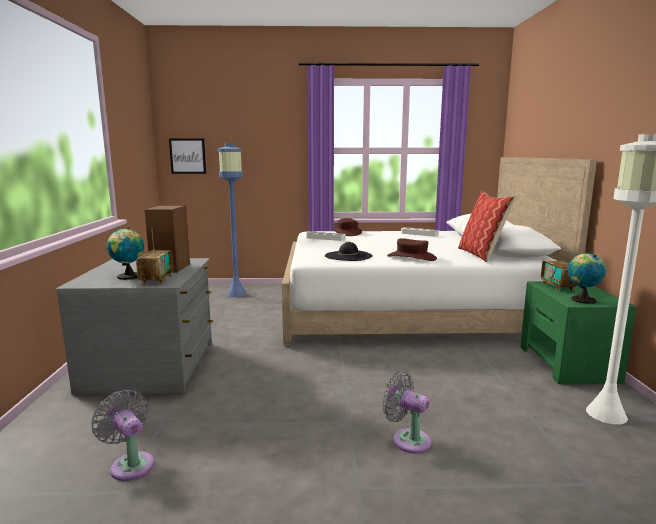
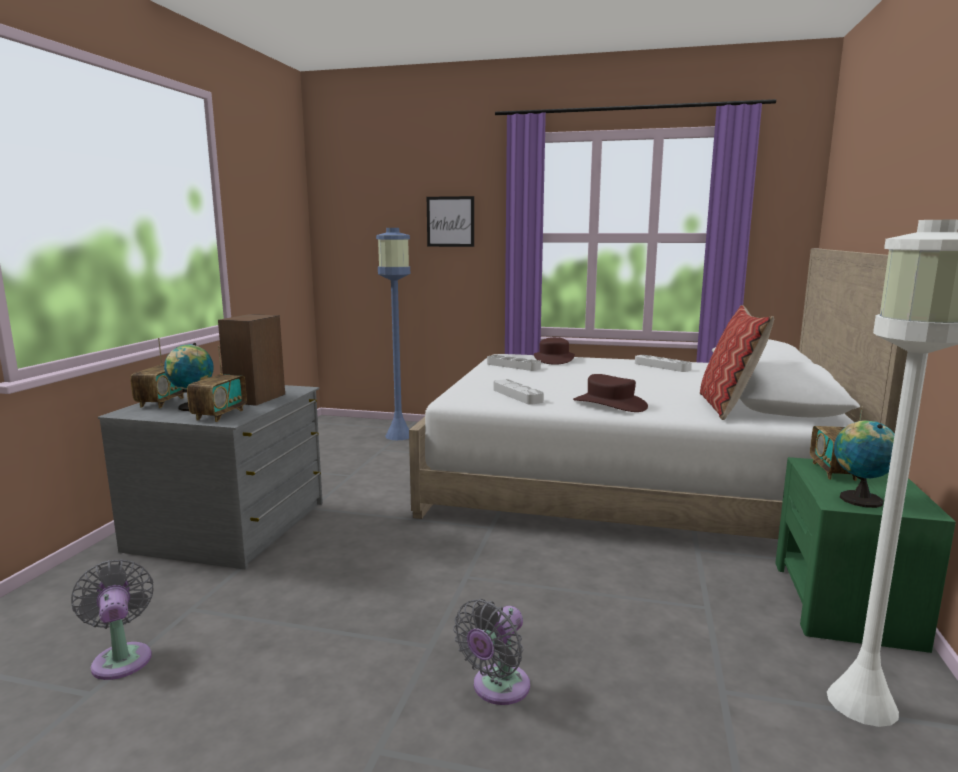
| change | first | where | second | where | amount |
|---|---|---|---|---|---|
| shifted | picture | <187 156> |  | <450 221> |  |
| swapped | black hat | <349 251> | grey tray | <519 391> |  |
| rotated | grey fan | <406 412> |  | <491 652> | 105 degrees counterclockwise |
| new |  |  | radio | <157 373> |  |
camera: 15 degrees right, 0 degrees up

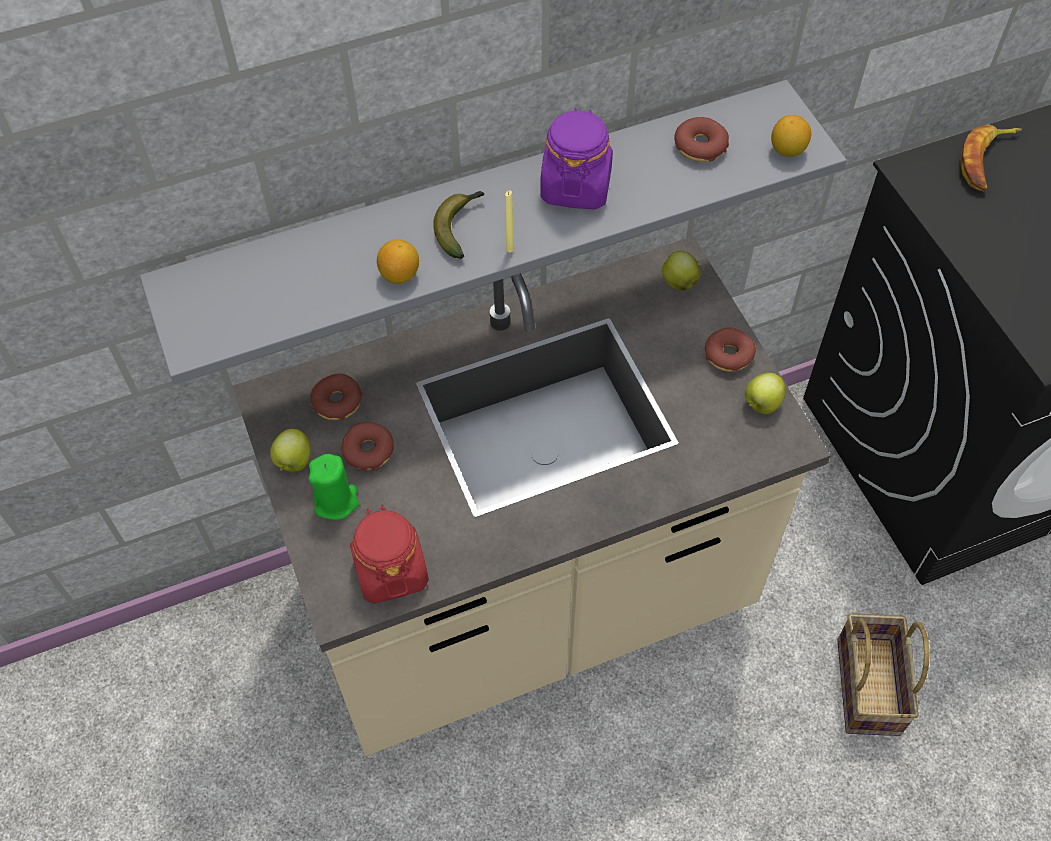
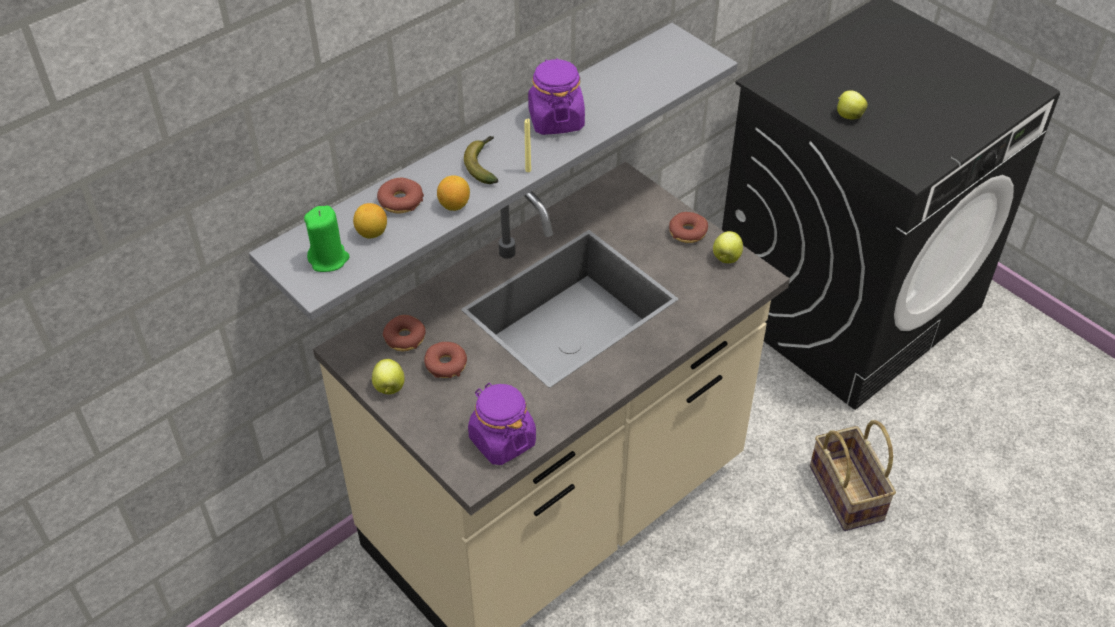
| change | first | where | second | where | amount |
|---|---|---|---|---|---|
| shifted | green candle | <334 487> |  | <326 238> |  |
| repainted | red jar | <389 554> | purple jar | <502 424> |  |
| shifted | apple | <681 270> |  | <852 104> |  |
| shifted | donut | <701 139> |  | <400 195> |  |
| shifted | lemon | <791 136> |  | <370 220> |  |
| gone | banana | <991 157> |  |  |  |
camera: 20 degrees left, 10 degrees down

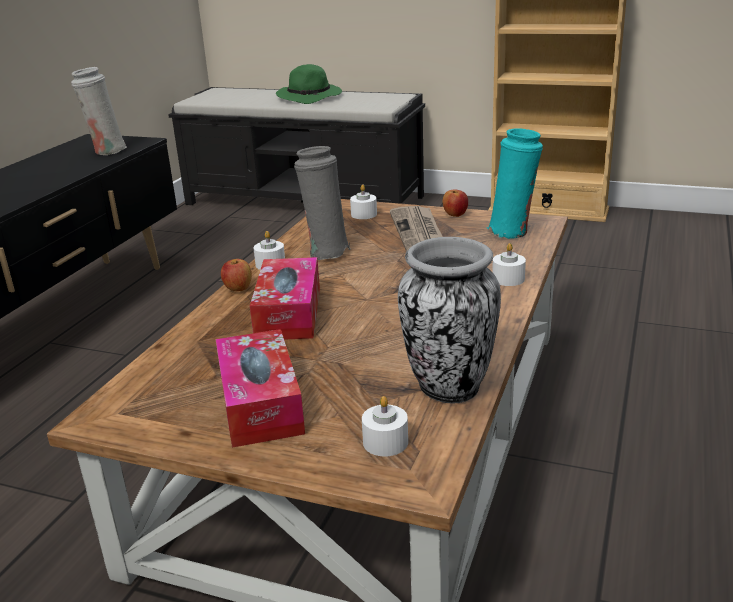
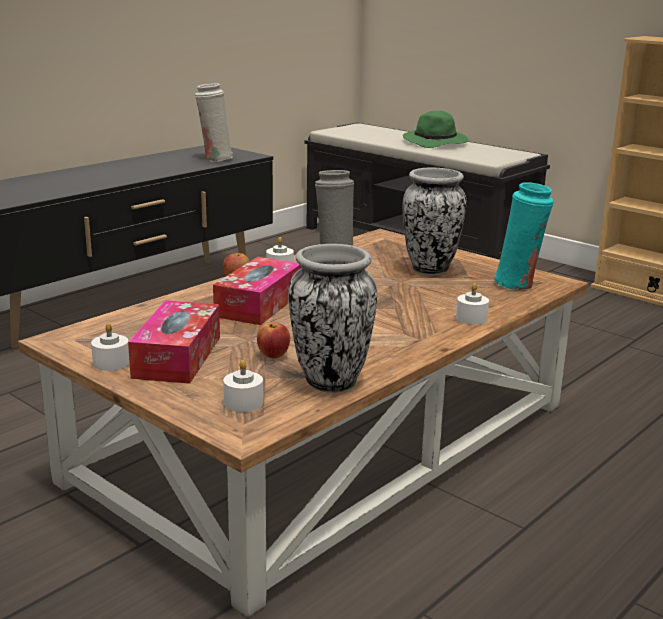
| change | first | where | second | where | amount |
|---|---|---|---|---|---|
| shifted | white candle | <363 201> |  | <110 347> |  |
| swapped | newspaper | <416 229> | vase | <435 221> |  |
| shifted | apple | <455 203> |  | <273 340> |  |
camera: 20 degrees right, 5 degrees down

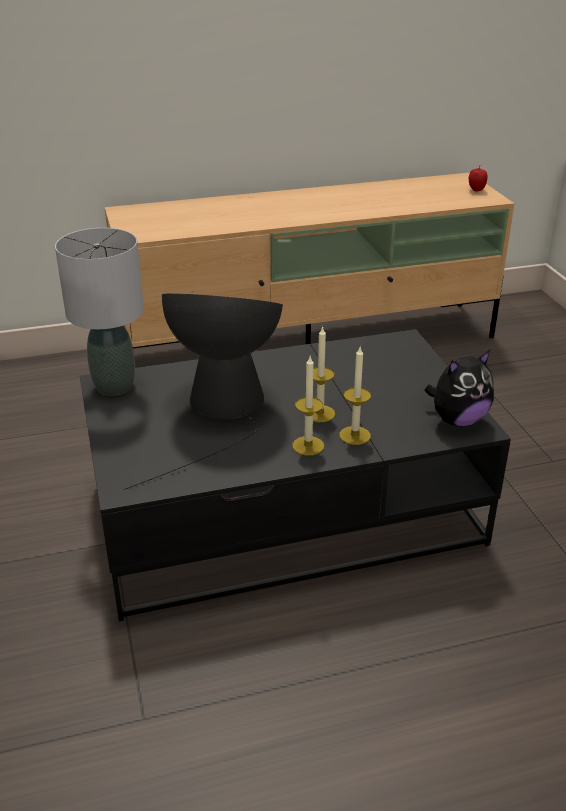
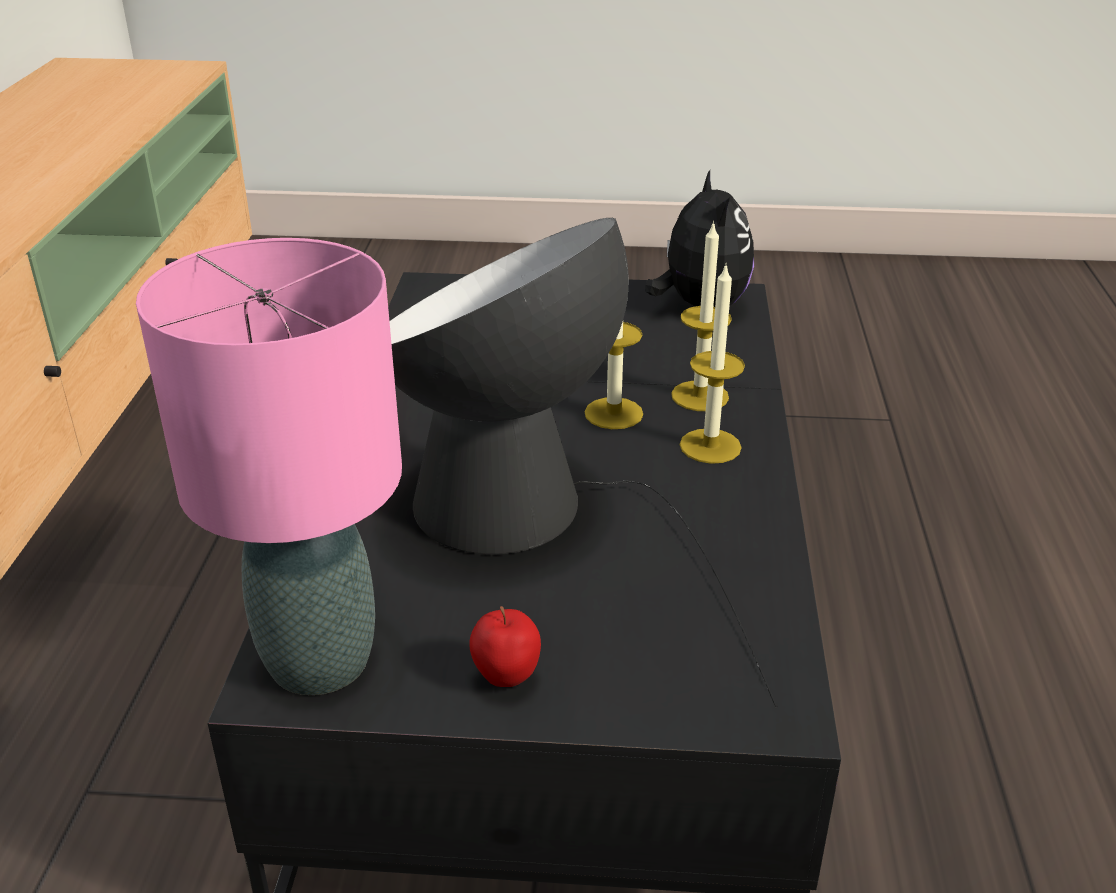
| change | first | where | second | where | amount |
|---|---|---|---|---|---|
| repainted | grey table lamp | <99 312> | pink table lamp | <269 466> |  |
| shifted | apple | <478 178> |  | <505 646> |  |
camera: 70 degrees left, 0 degrees up

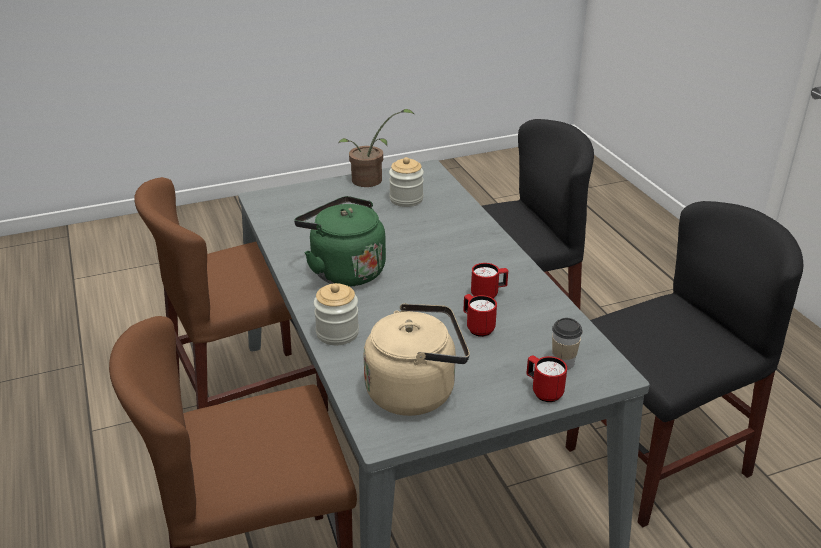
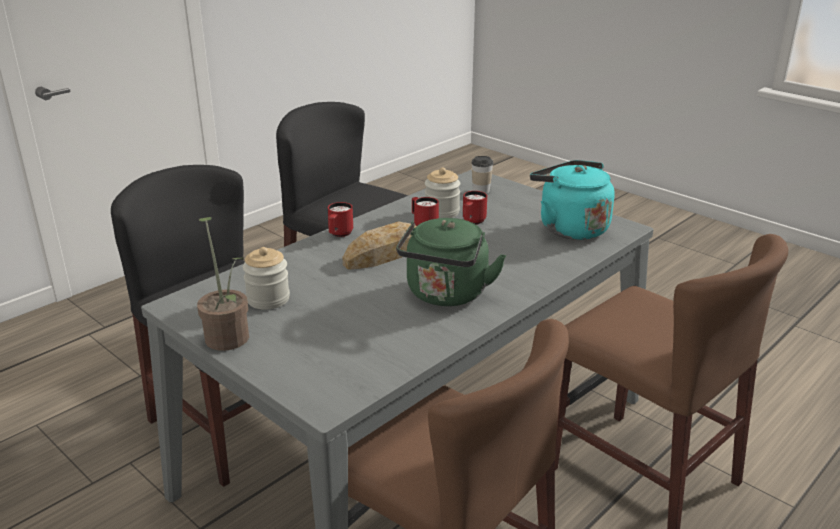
| change | first | where | second | where | amount |
|---|---|---|---|---|---|
| shifted | jar | <336 314> |  | <442 192> |  |
| repainted | beige kettle | <417 359> | turquoise kettle | <572 200> |  |
| shifted | red mug | <546 378> |  | <340 219> |  |
| new |  |  | bread | <379 246> |  |
camera: 115 degrees left, 5 degrees down

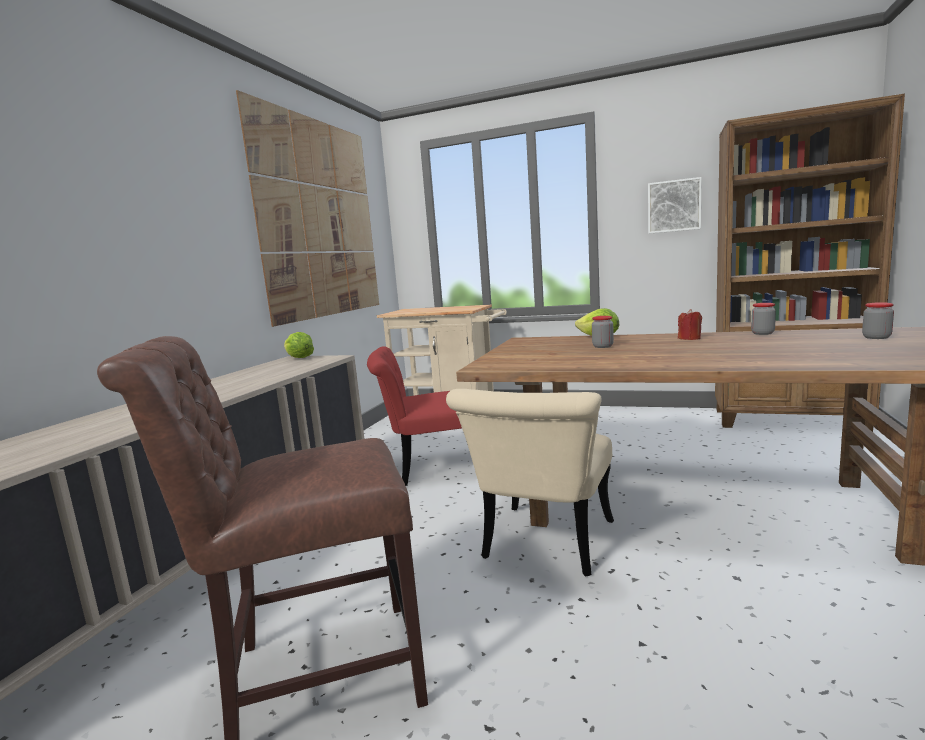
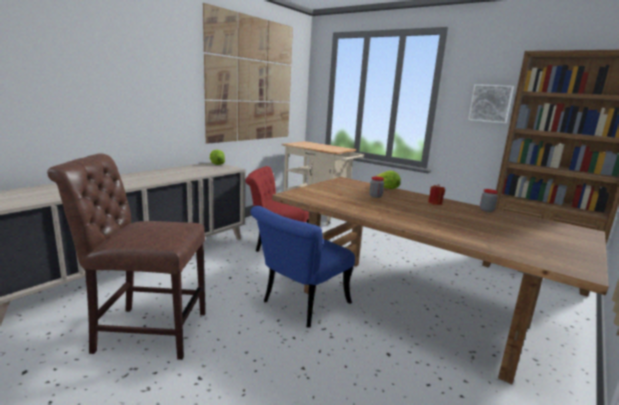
| change | first | where | second | where | amount |
|---|---|---|---|---|---|
| repainted | beige chair | <530 483> | blue chair | <303 267> |  |
| gone | jar | <878 320> |  |  |  |
camera: 15 degrees right, 5 degrees up

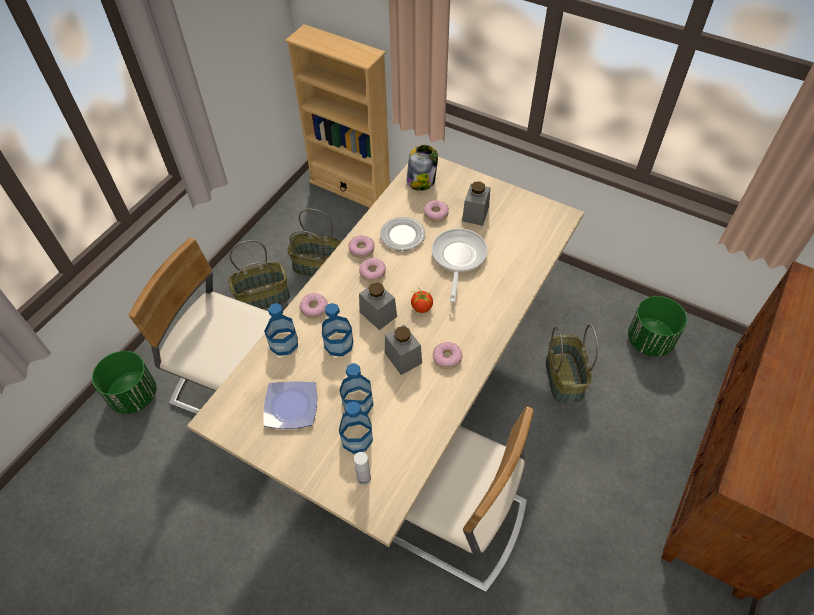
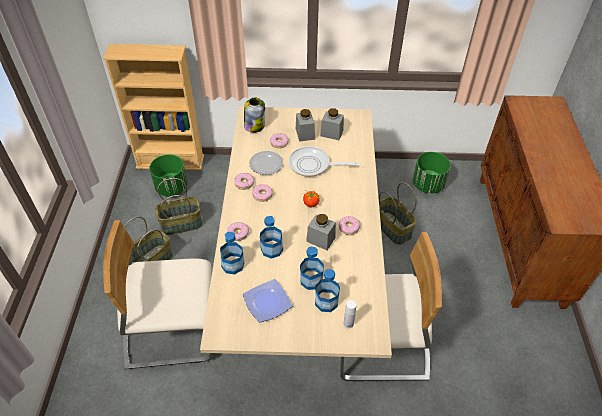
| change | first | where | second | where | amount |
|---|---|---|---|---|---|
| shifted | green planter | <124 382> |  | <168 175> |  |
| shifted | grey jar | <378 306> |  | <332 124> |  |
| rotated | frying pan | <459 265> |  | <325 161> | 60 degrees counterclockwise |
camera: 30 degrees left, 5 degrees down

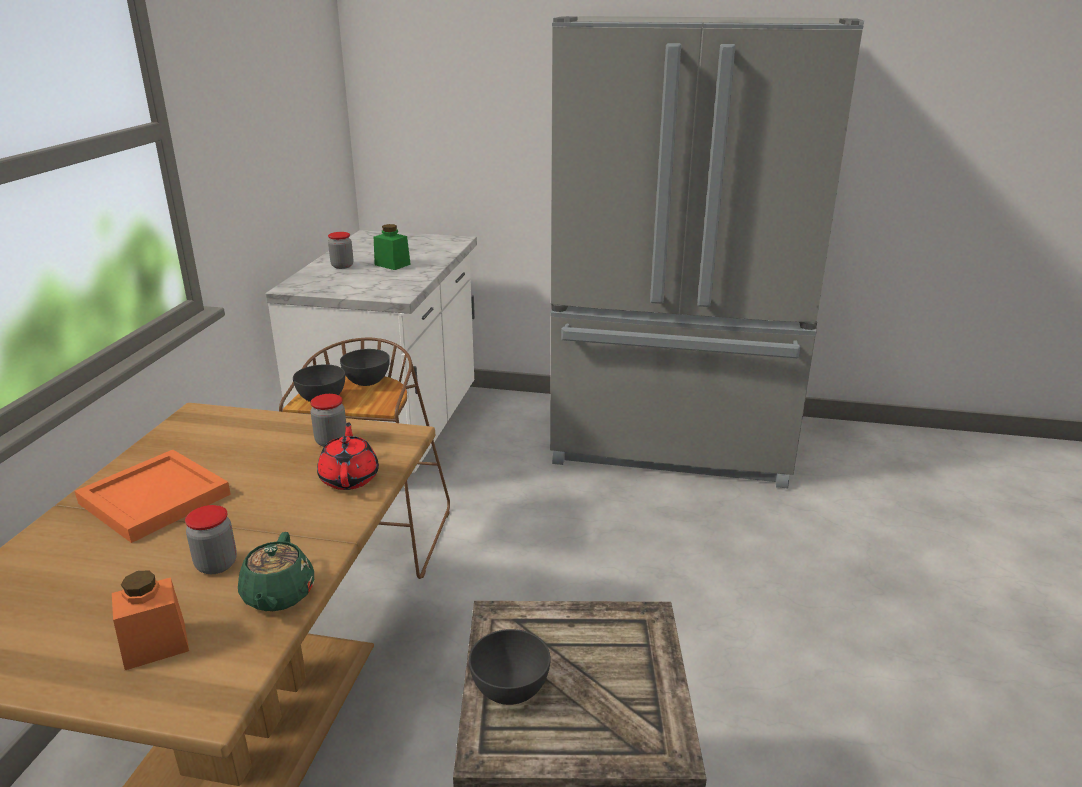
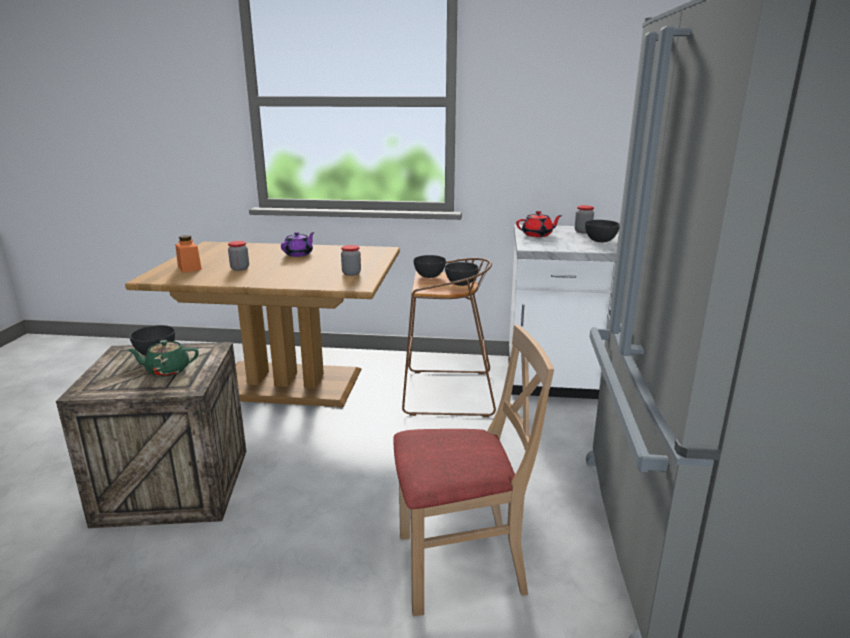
| change | first | where | second | where | amount |
|---|---|---|---|---|---|
| swapped | orange tray | <153 496> | purple teapot | <298 244> |  |
| shifted | green teapot | <276 571> |  | <163 358> |  |
| shifted | red teapot | <348 456> |  | <539 224> |  |
| swapped | green jar | <392 247> | grey bowl | <602 231> |  |
| new |  |  | beige chair | <473 470> |  |
camera: 85 degrees right, 5 degrees down

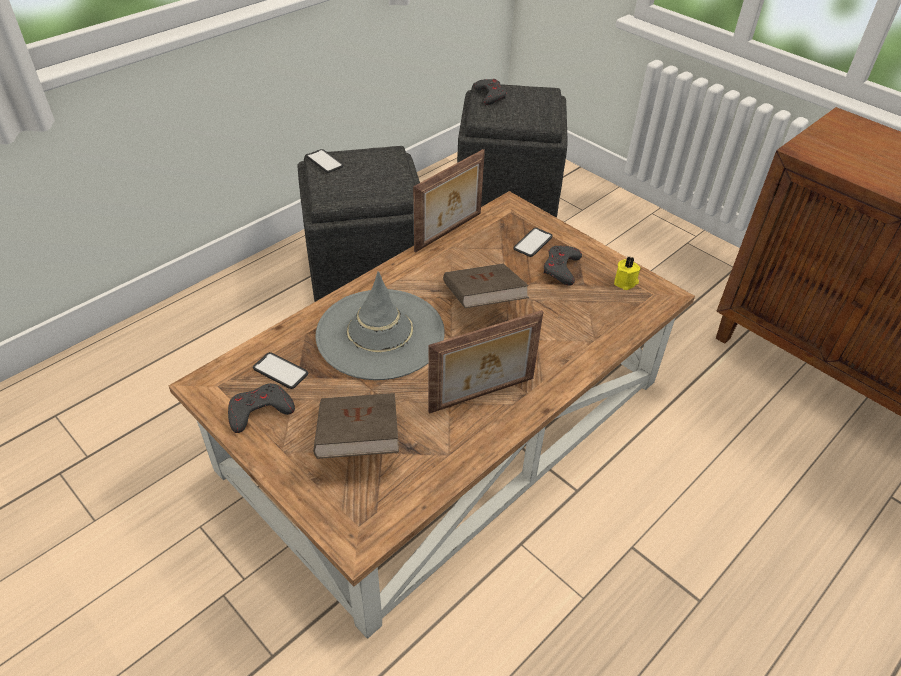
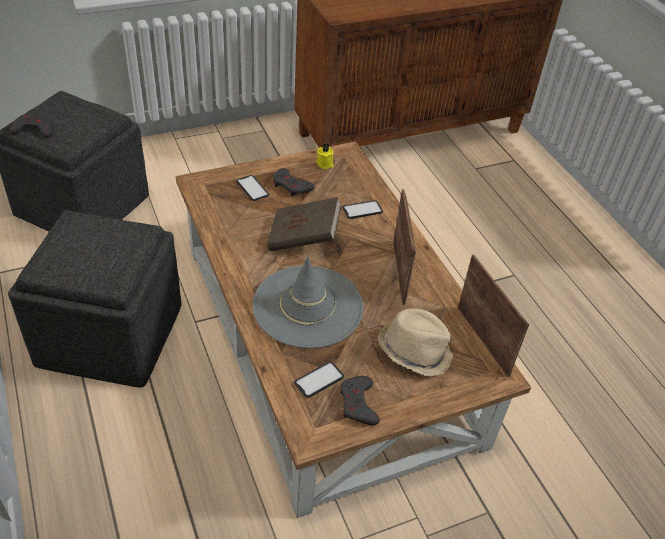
| change | first | where | second | where | amount |
|---|---|---|---|---|---|
| shifted | phone | <325 161> |  | <362 209> |  |
| swapped | brown book | <356 426> | beige hat | <416 342> |  |
| shifted | picture frame | <449 201> |  | <493 316> |  |
camera: 70 degrees left, 0 degrees up

